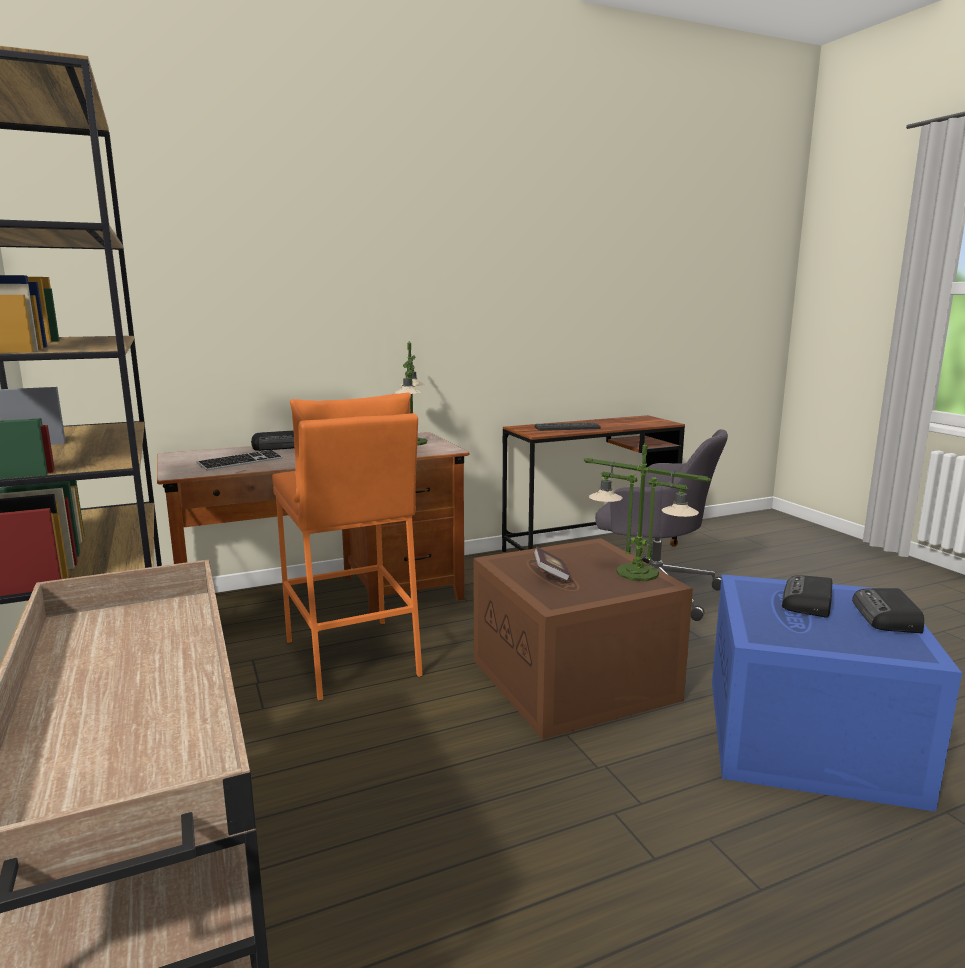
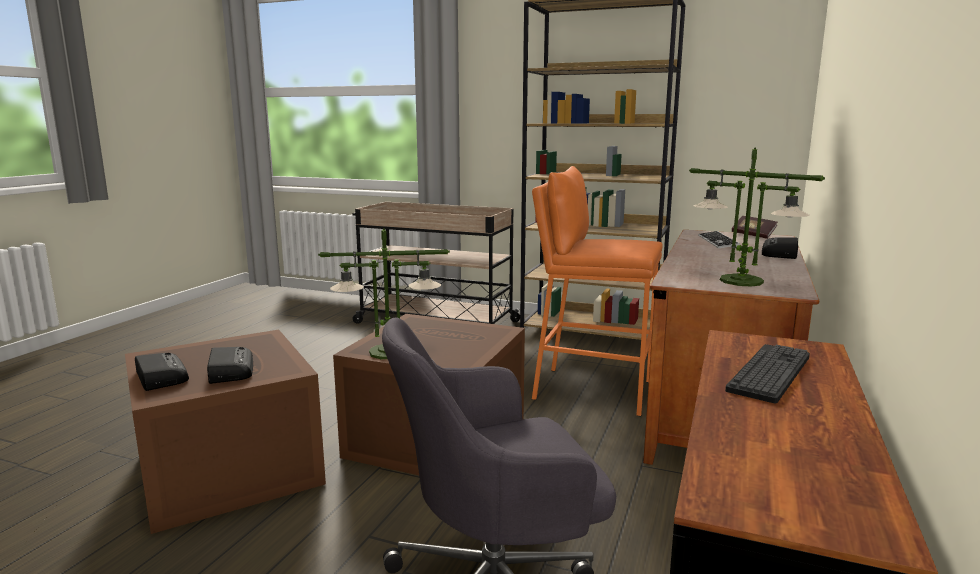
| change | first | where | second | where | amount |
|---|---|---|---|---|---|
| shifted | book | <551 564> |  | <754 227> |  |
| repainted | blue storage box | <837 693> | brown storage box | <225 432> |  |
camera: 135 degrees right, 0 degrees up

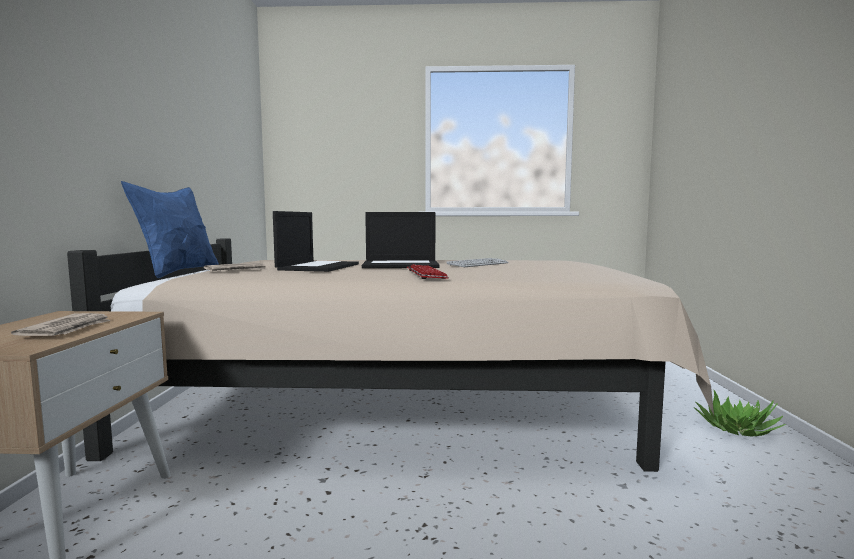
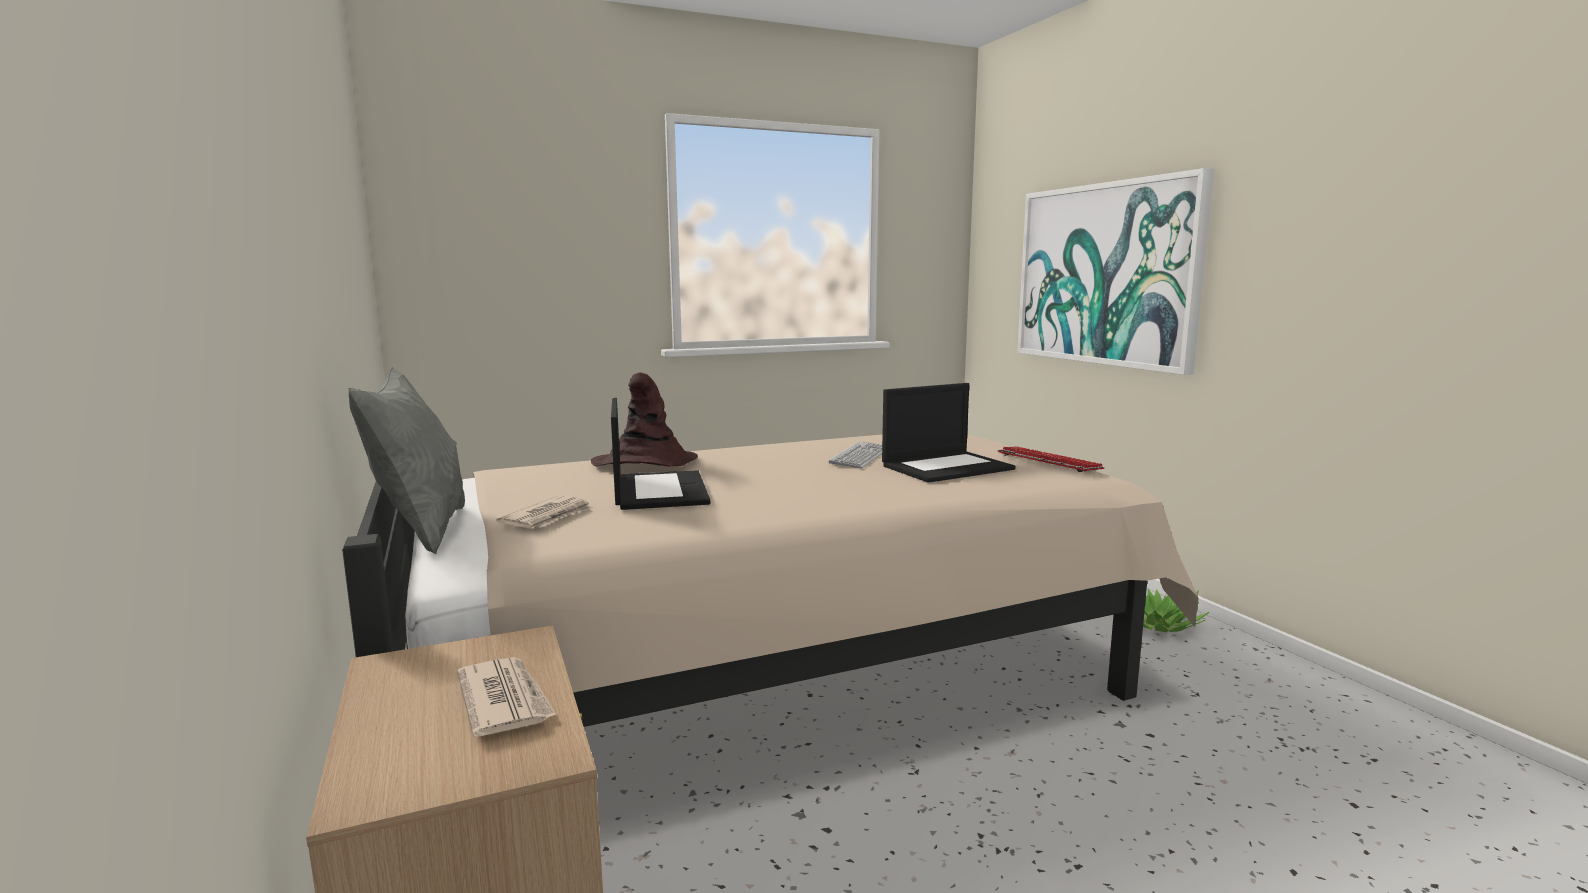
| change | first | where | second | where | amount |
|---|---|---|---|---|---|
| repainted | blue pillow | <170 229> | grey pillow | <406 461> |  |
| shifted | laptop | <401 240> |  | <949 433> |  |
| shifted | keyboard | <428 271> |  | <1050 459> |  |
| new |  |  | brown hat | <644 420> |  |
| new |  |  | picture | <1115 271> |  |
camera: 25 degrees left, 5 degrees up

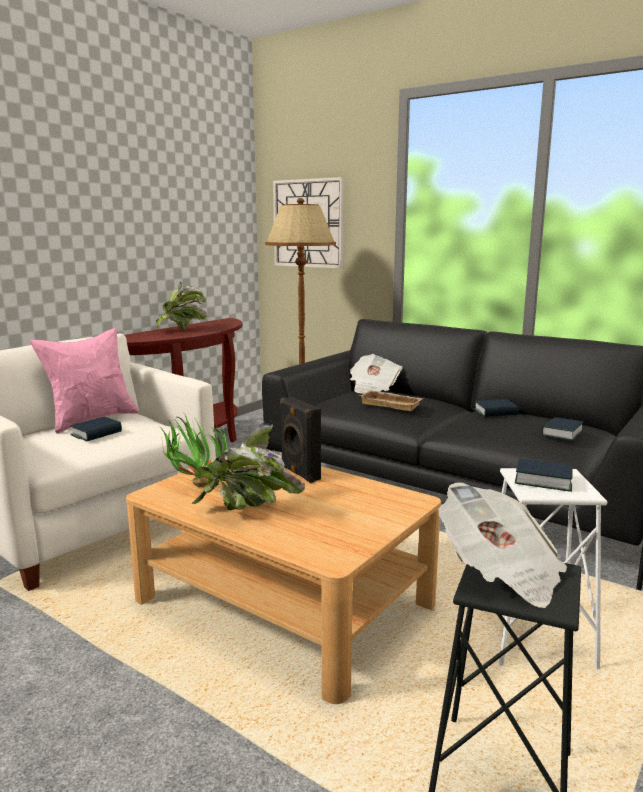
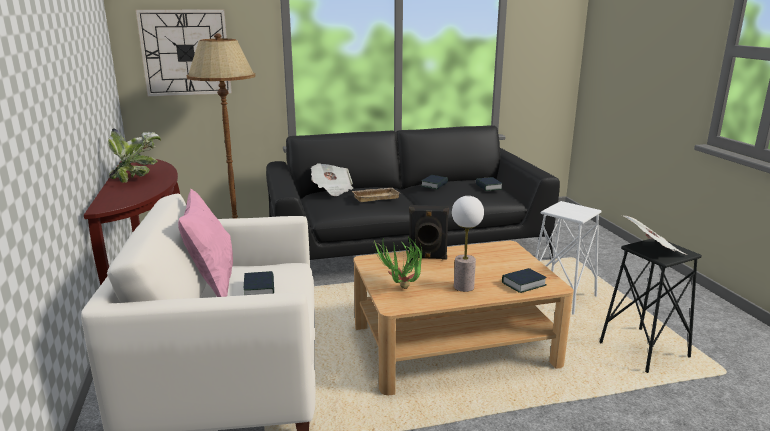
| change | first | where | second | where | amount |
|---|---|---|---|---|---|
| swapped | potted plant | <248 465> | table lamp | <468 244> |  |
| shifted | book | <544 475> |  | <524 280> |  |
camera: 50 degrees left, 5 degrees up

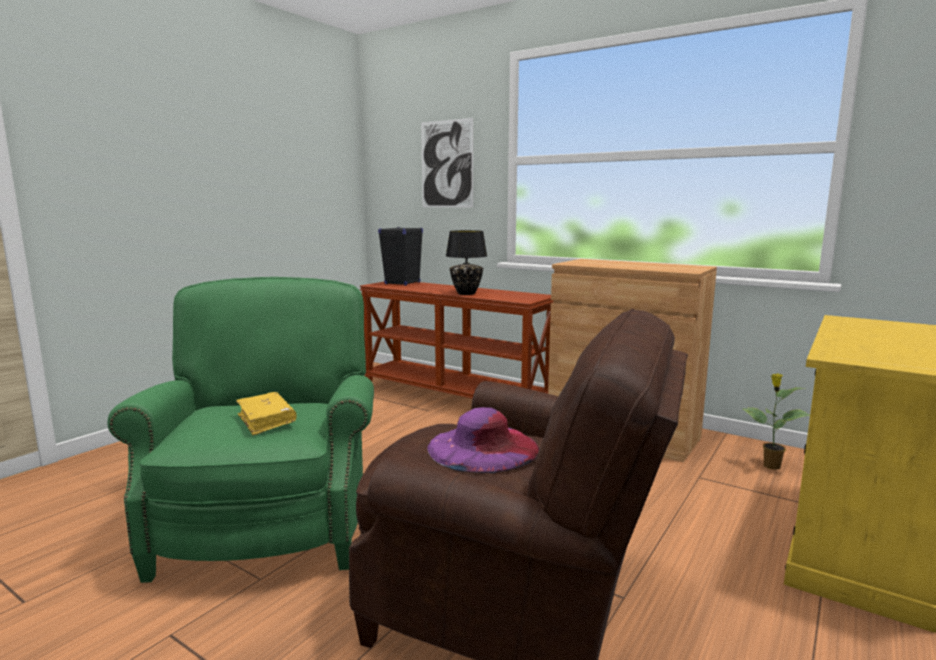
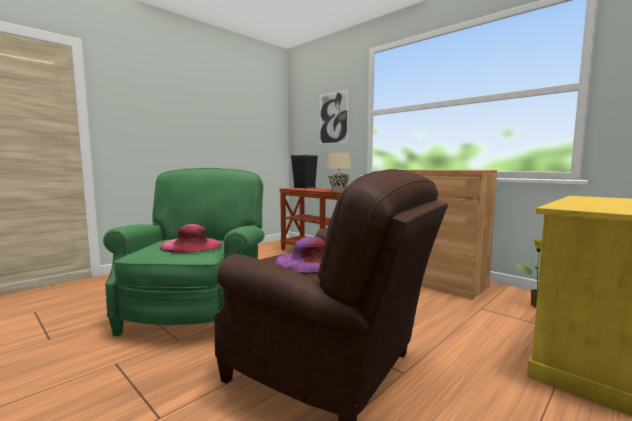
| change | first | where | second | where | amount |
|---|---|---|---|---|---|
| swapped | yellow book | <266 414> | pink hat | <191 238> |  |
| repainted | black table lamp | <466 262> | beige table lamp | <338 172> |  |
camera: 10 degrees right, 5 degrees down

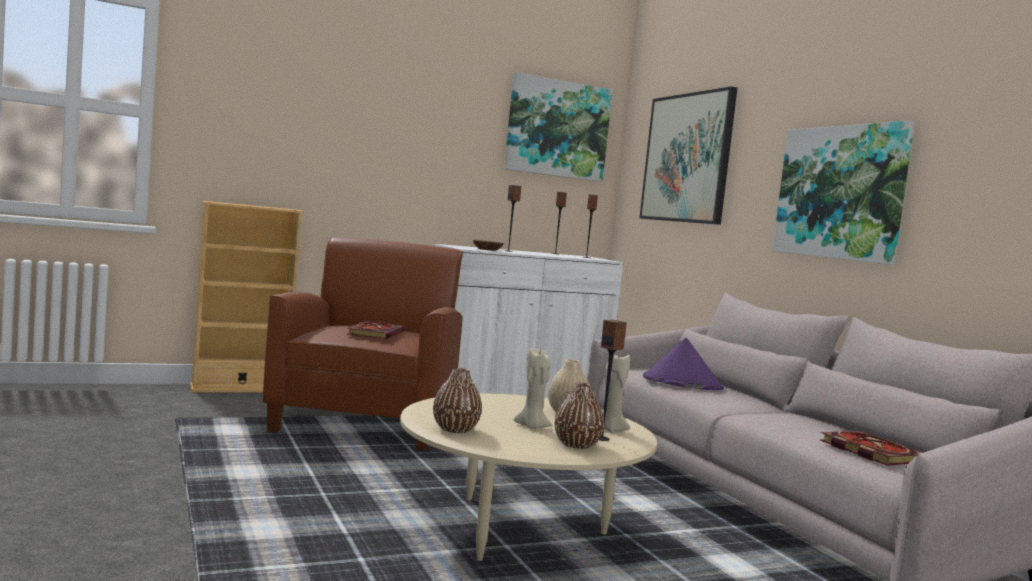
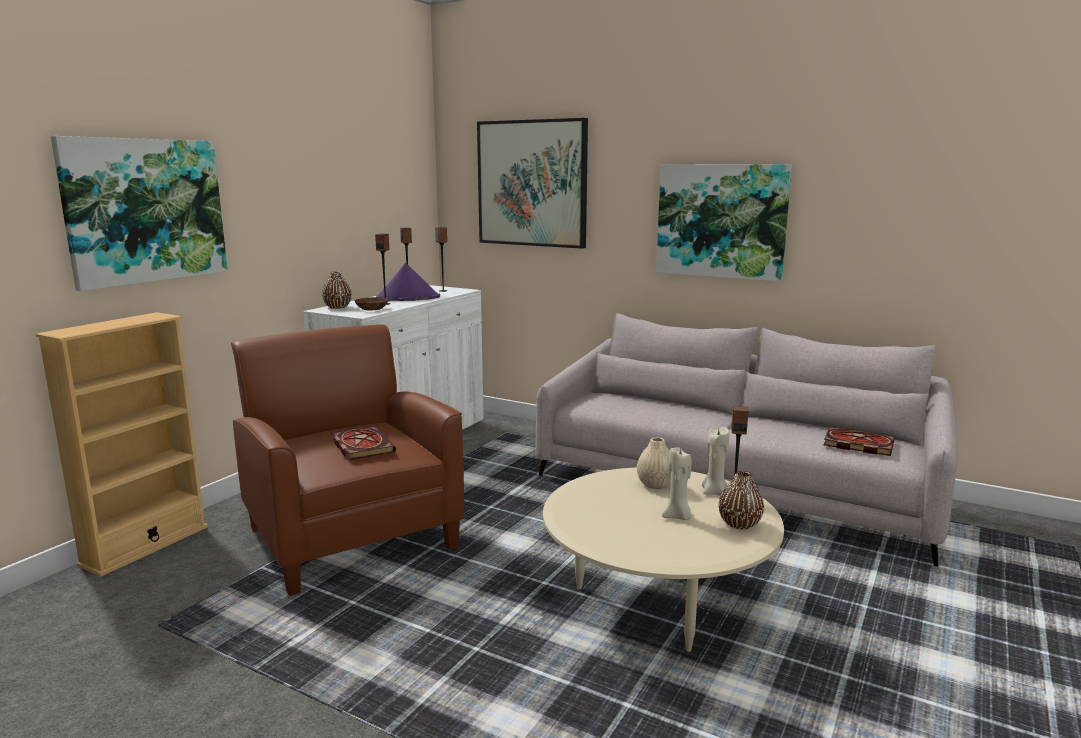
| change | first | where | second | where | amount |
|---|---|---|---|---|---|
| shifted | brown vase | <457 400> |  | <337 290> |  |
| shifted | picture | <558 127> |  | <139 213> |  |
| shifted | purple hat | <683 364> |  | <408 282> |  |
camera: 35 degrees left, 10 degrees up

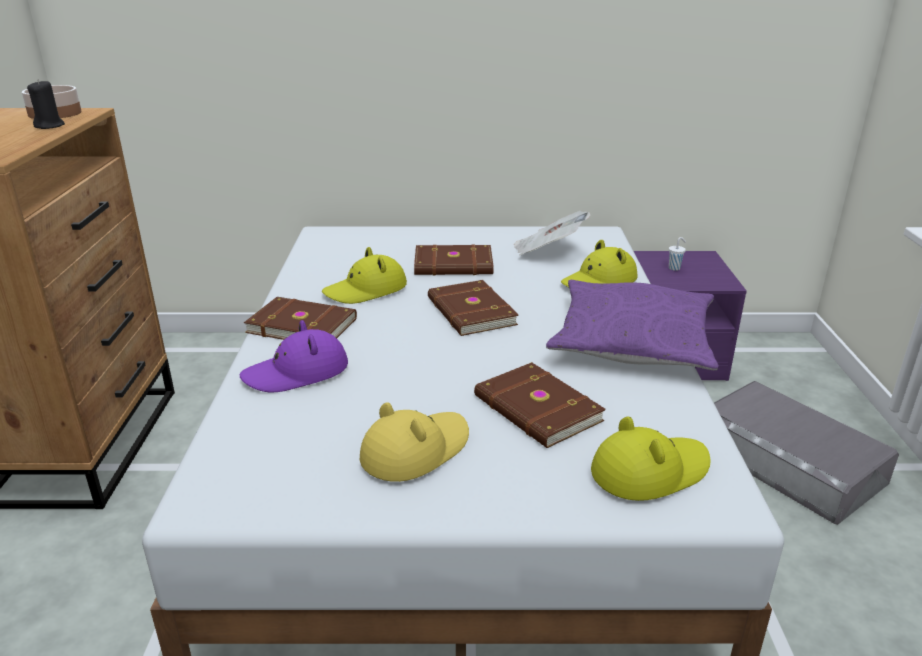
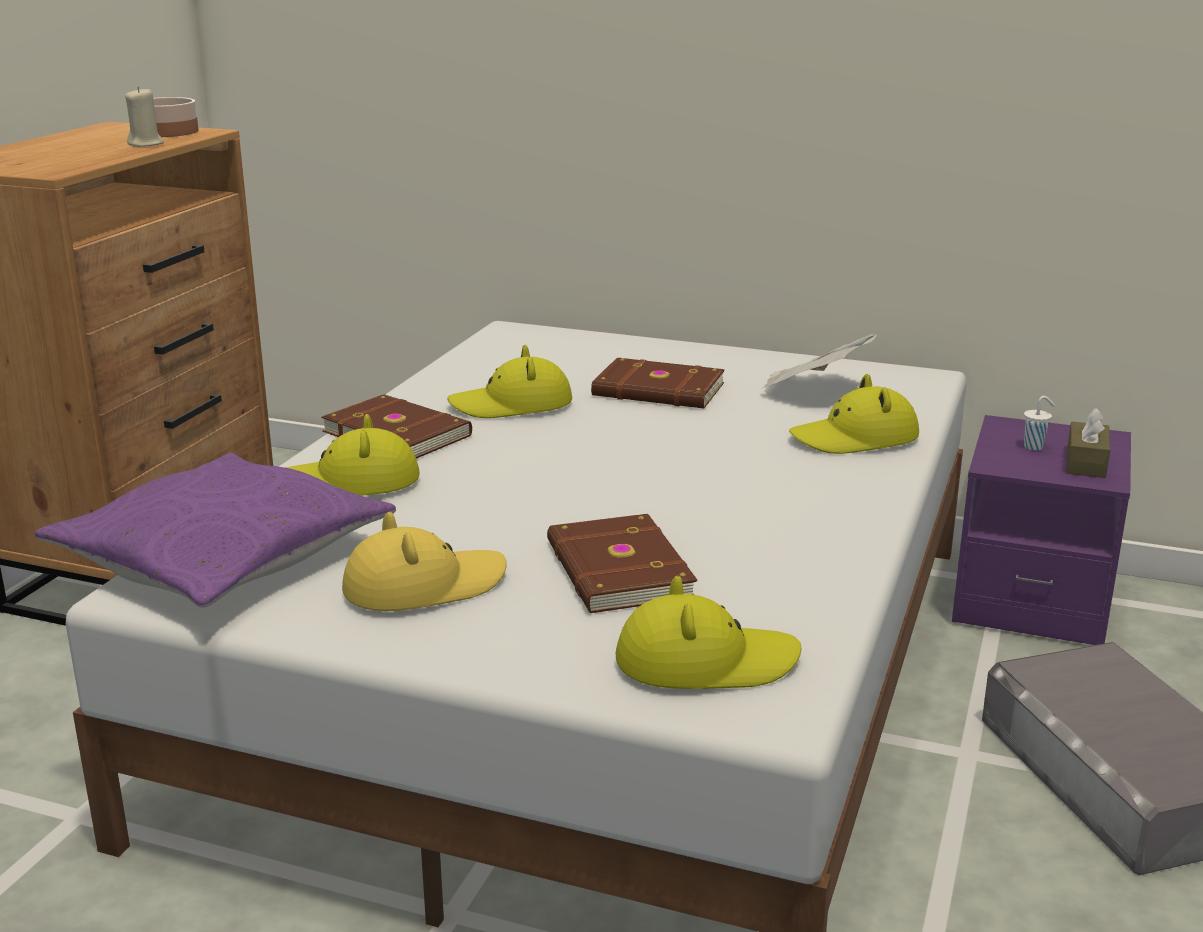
| change | first | where | second | where | amount |
|---|---|---|---|---|---|
| repainted | black candle | <46 104> | beige candle | <144 117> |  |
| repainted | purple hat | <294 356> | yellow hat | <353 455> |  |
| gone | brown book | <473 308> |  |  |  |
| shifted | purple pillow | <632 325> |  | <215 530> |  |
| new |  |  | brown tissue box | <1088 443> |  |
camera: 20 degrees right, 5 degrees down

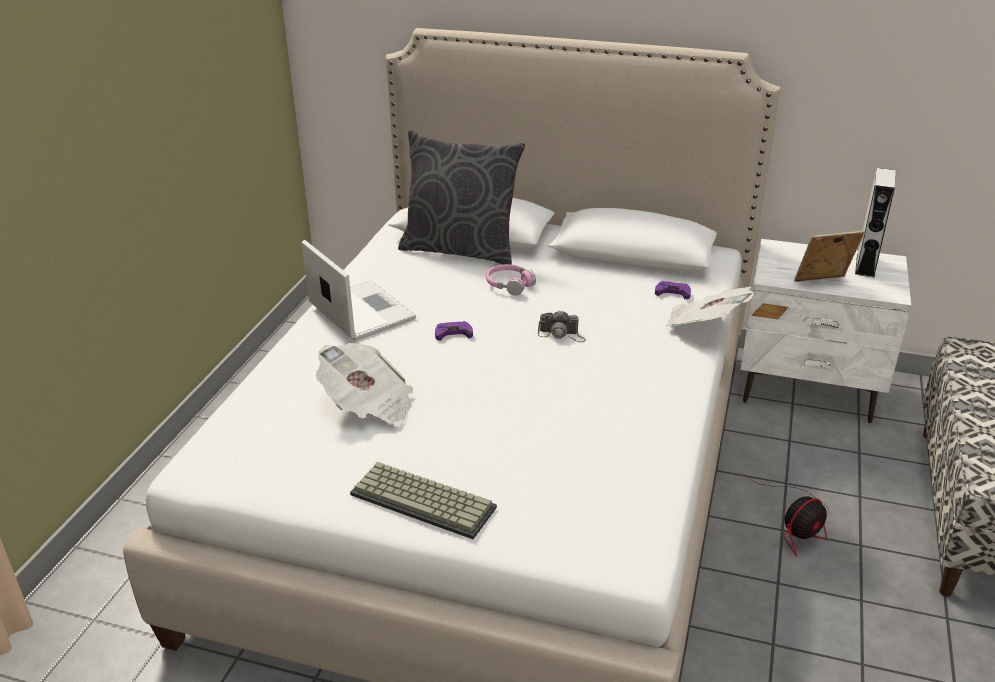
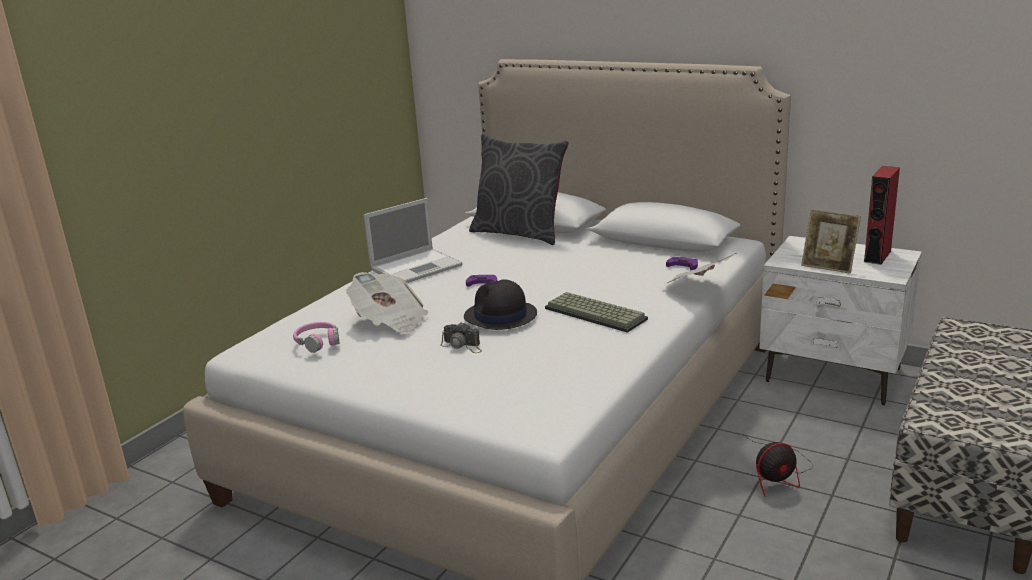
| change | first | where | second | where | amount |
|---|---|---|---|---|---|
| rotated | laptop | <358 290> |  | <413 240> | 75 degrees clockwise |
| shifted | keyboard | <423 500> |  | <596 312> |  |
| shifted | pink headphones | <511 280> |  | <316 337> |  |
| shifted | photo camera | <562 326> |  | <461 337> |  |
| rotated | picture frame | <829 256> |  | <831 241> | 150 degrees counterclockwise |
| repainted | grey speaker | <875 223> | red speaker | <882 215> |  |
| new |  |  | black hat | <500 304> |  |
camera: 15 degrees right, 10 degrees down

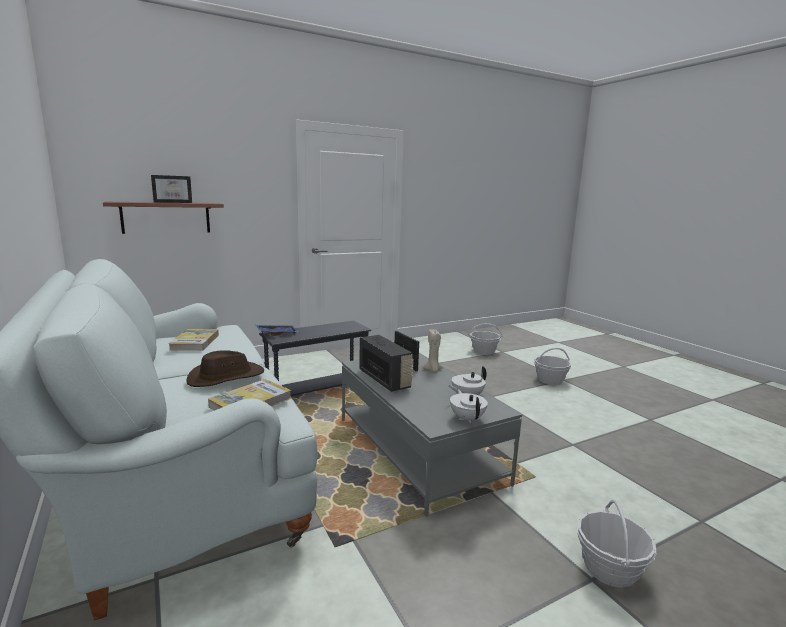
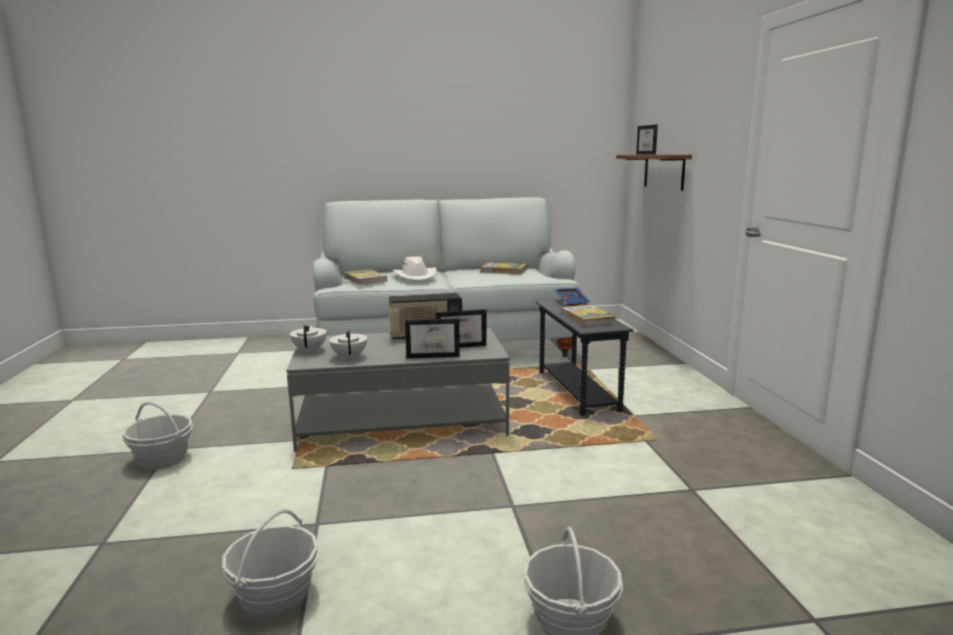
| change | first | where | second | where | amount |
|---|---|---|---|---|---|
| repainted | brown hat | <225 368> | white hat | <415 268> |  |
| swapped | beige candle | <433 350> | picture frame | <432 338> |  |
| rotated | white teapot | <469 406> |  | <308 339> | 105 degrees counterclockwise |
| shifted | basket | <485 339> |  | <271 563> |  |
| new |  |  | book | <588 315> |  |
camera: 110 degrees right, 0 degrees up

